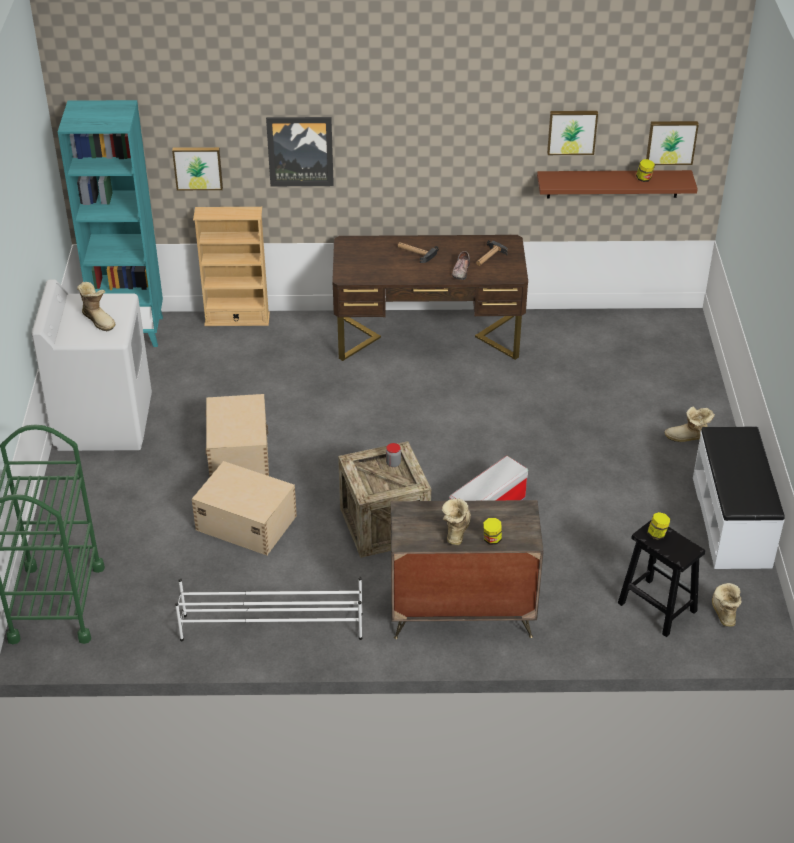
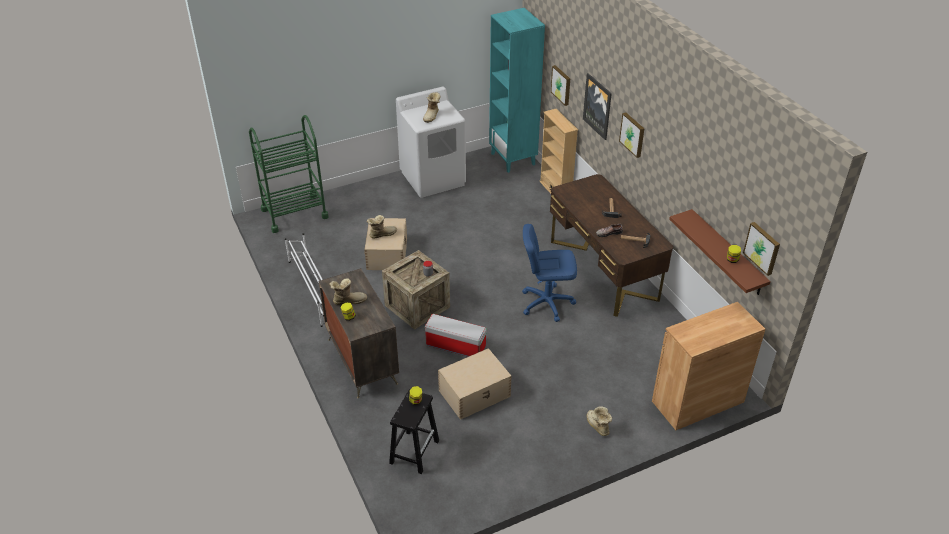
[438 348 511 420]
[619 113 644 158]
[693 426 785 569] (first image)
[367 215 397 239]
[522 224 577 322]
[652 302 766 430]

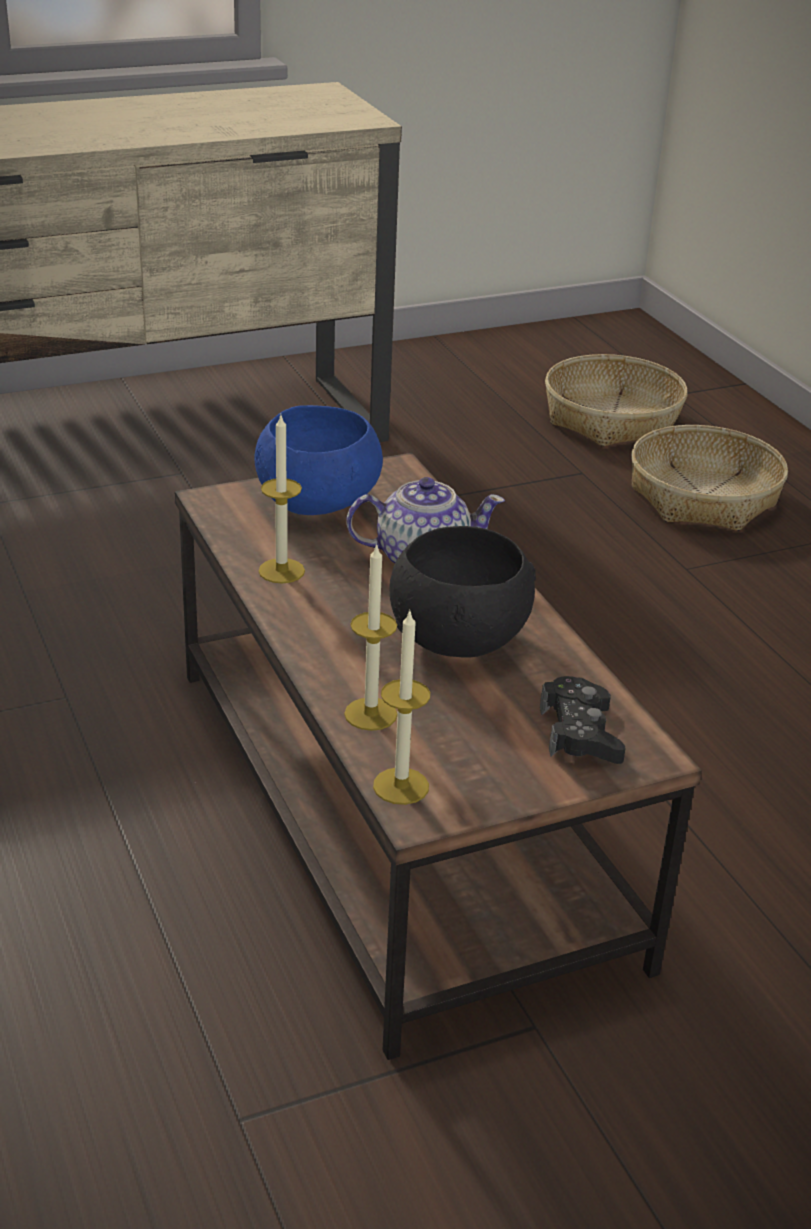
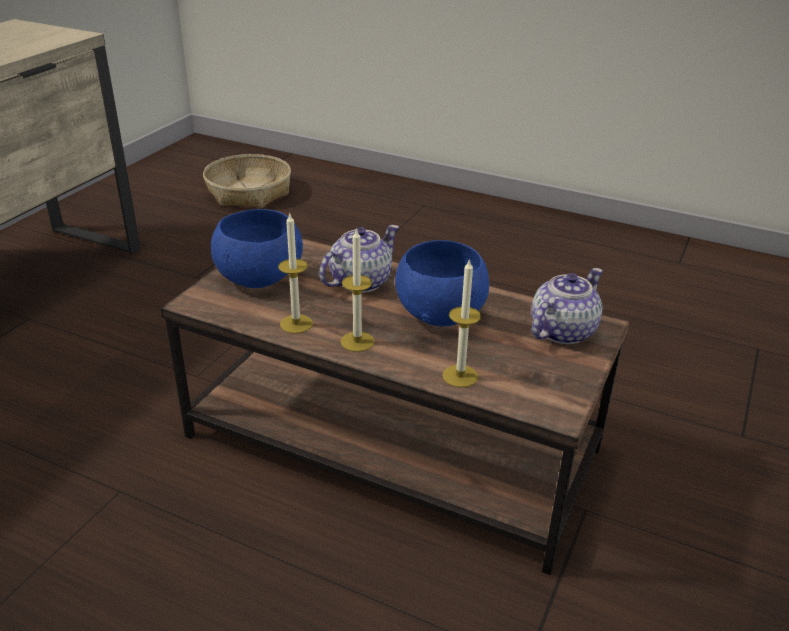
[341 228 374 352]
[395 240 489 327]
[531 268 603 344]
[631 425 788 531] (first image)

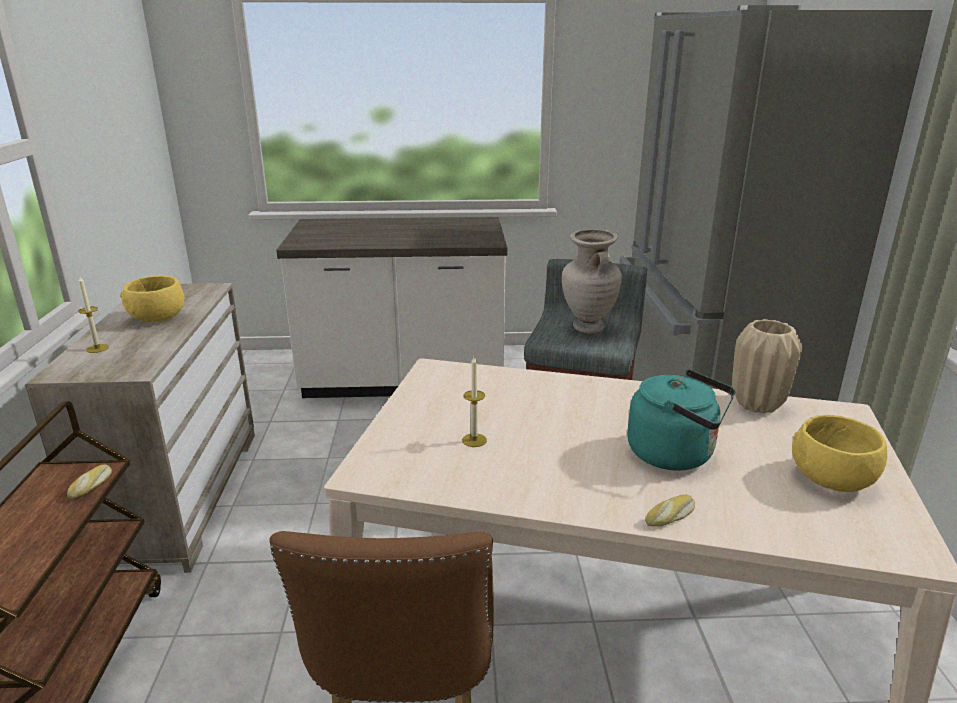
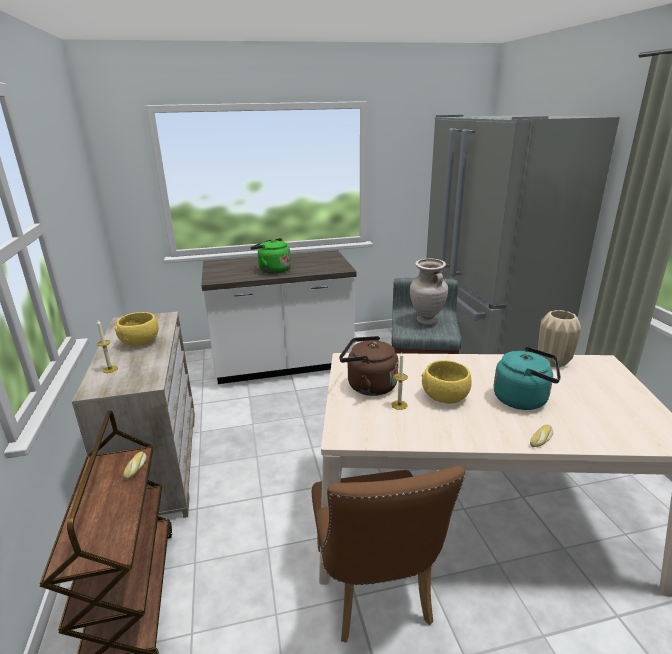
[422 360 472 404]
[250 238 291 274]
[339 336 399 396]

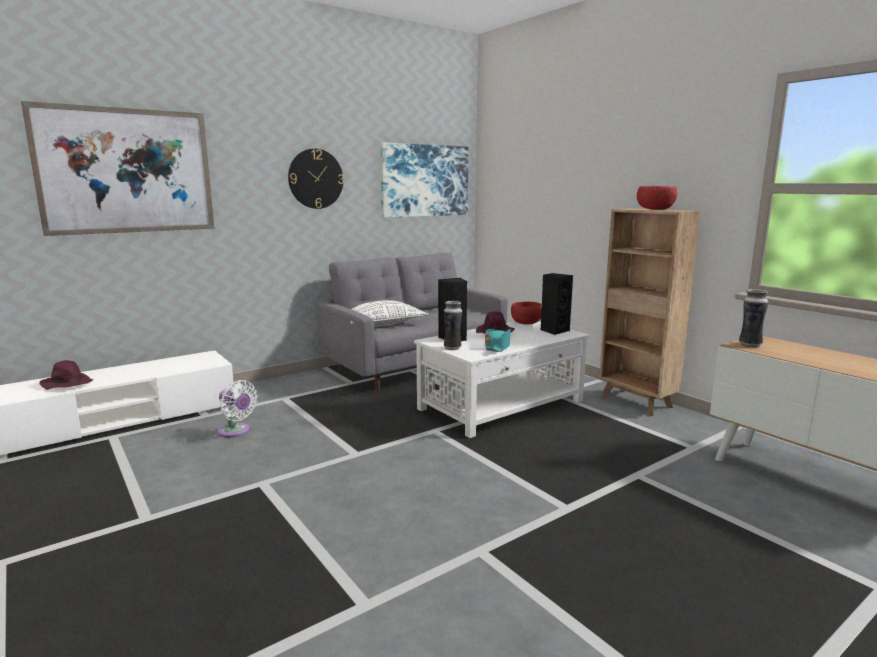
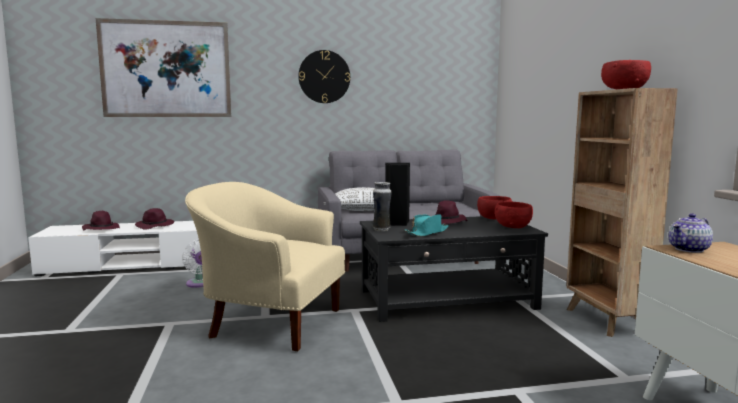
[380 142 469 218] (first image)
[360 216 548 322]
[495 202 533 228]
[669 213 713 253]
[135 208 174 230]
[185 182 345 351]

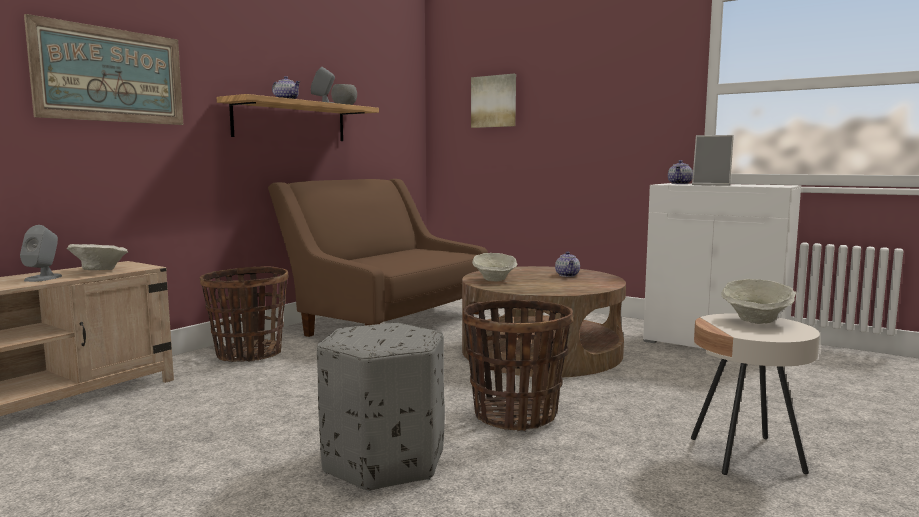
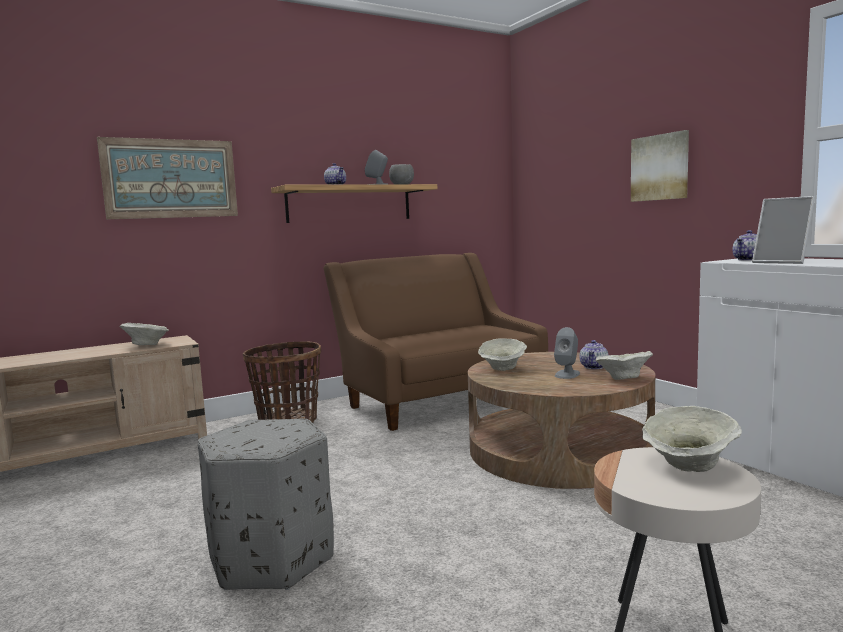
[554 327 580 379]
[463 300 574 431] (first image)
[631 130 689 202]
[595 351 653 380]

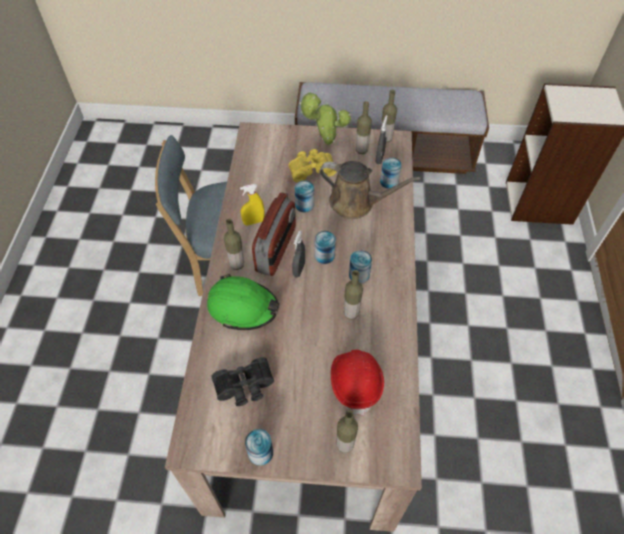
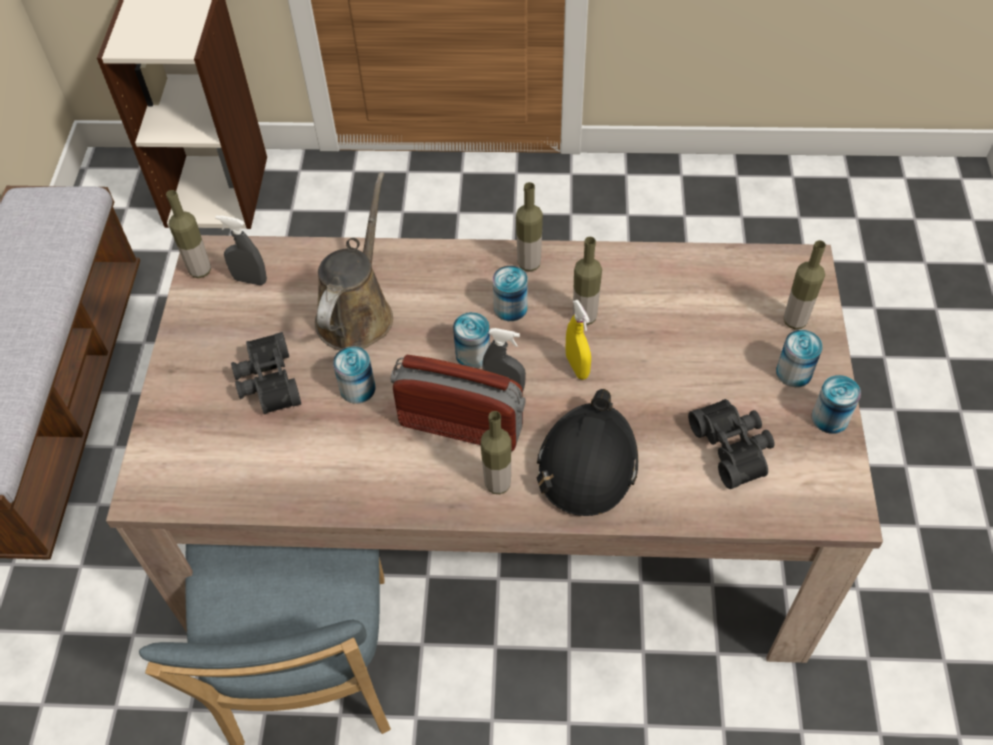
[536 389 638 516]
[566 300 591 380]
[231 332 301 414]
[299 92 351 145] (first image)
[331 350 384 416] (first image)
[516 182 543 272]
[776 330 823 387]

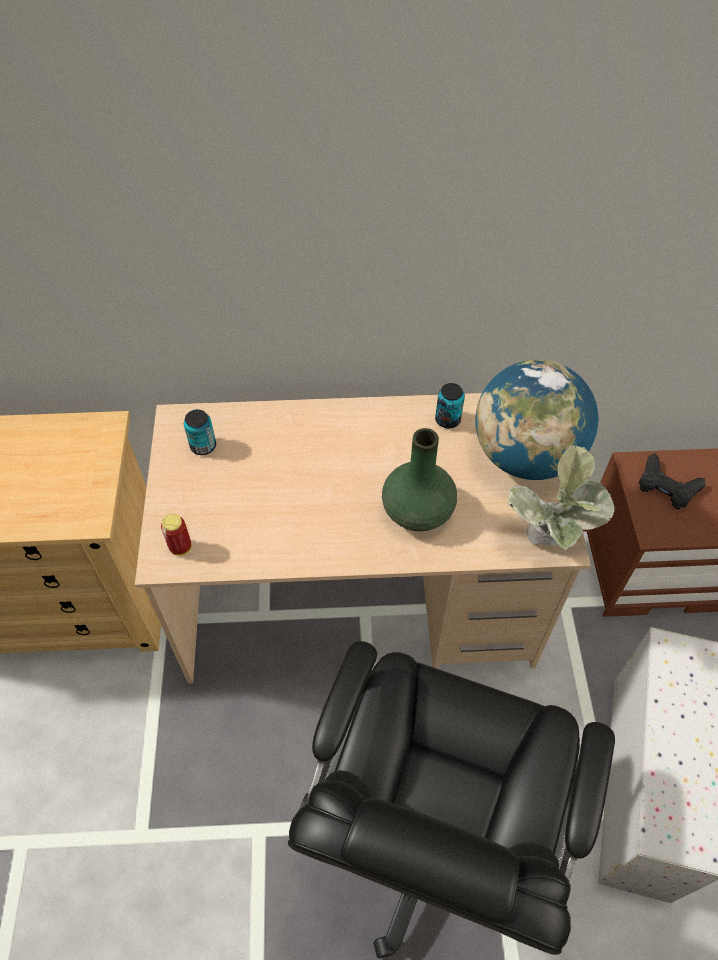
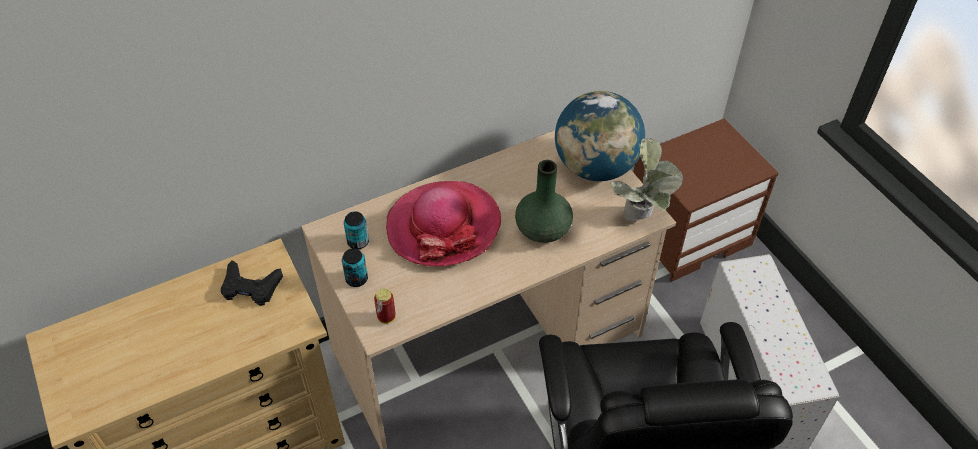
[342 248 368 287]
[221 261 283 306]
[386 181 501 267]

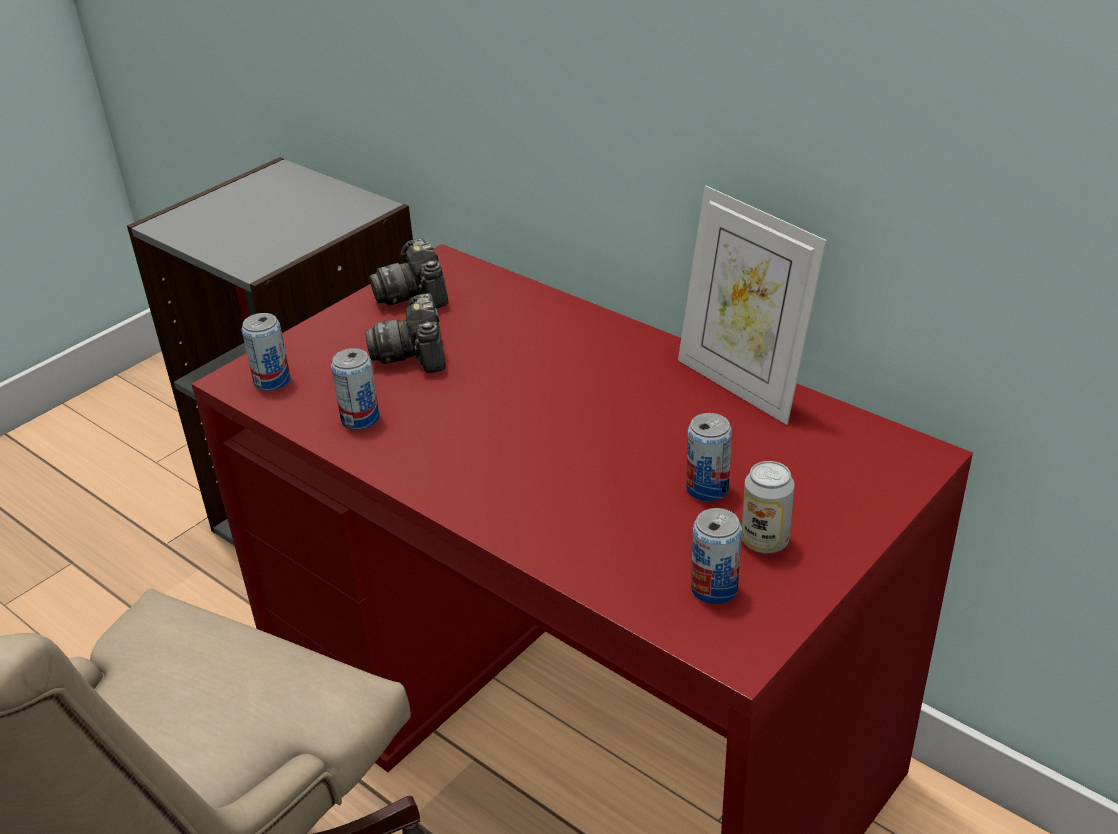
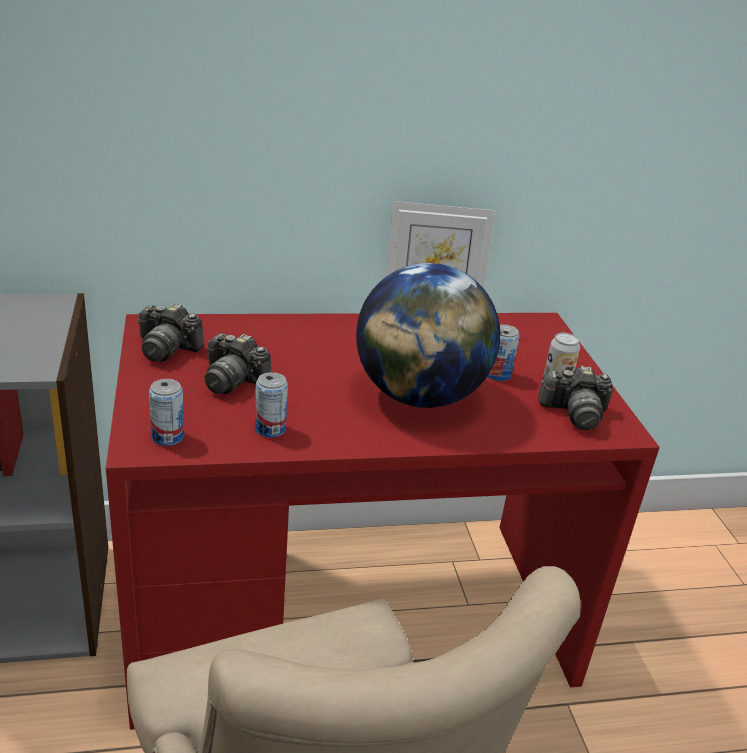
[539 366 613 430]
[356 263 500 408]

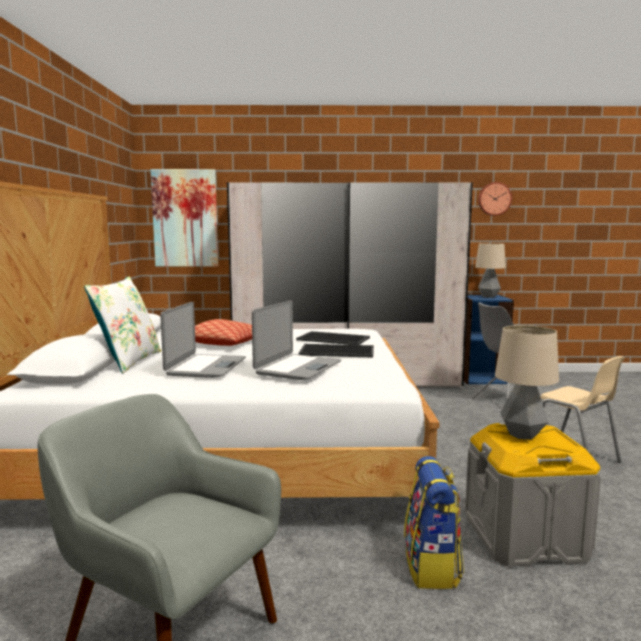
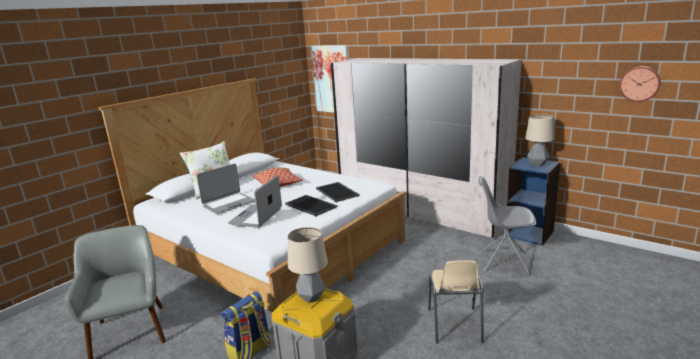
[228 175 282 228]
[619 66 661 102]

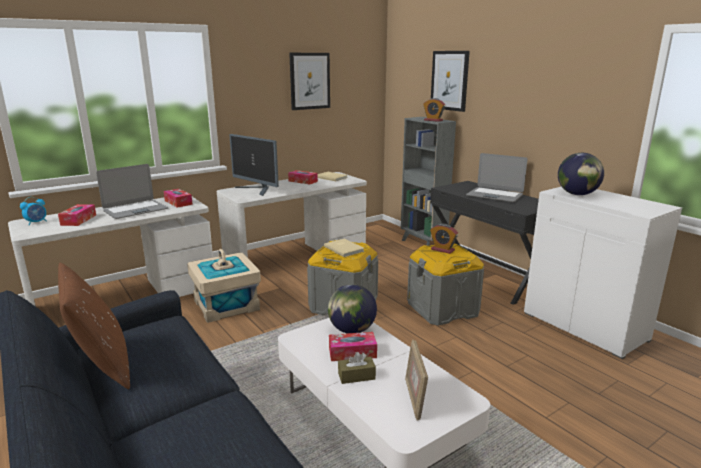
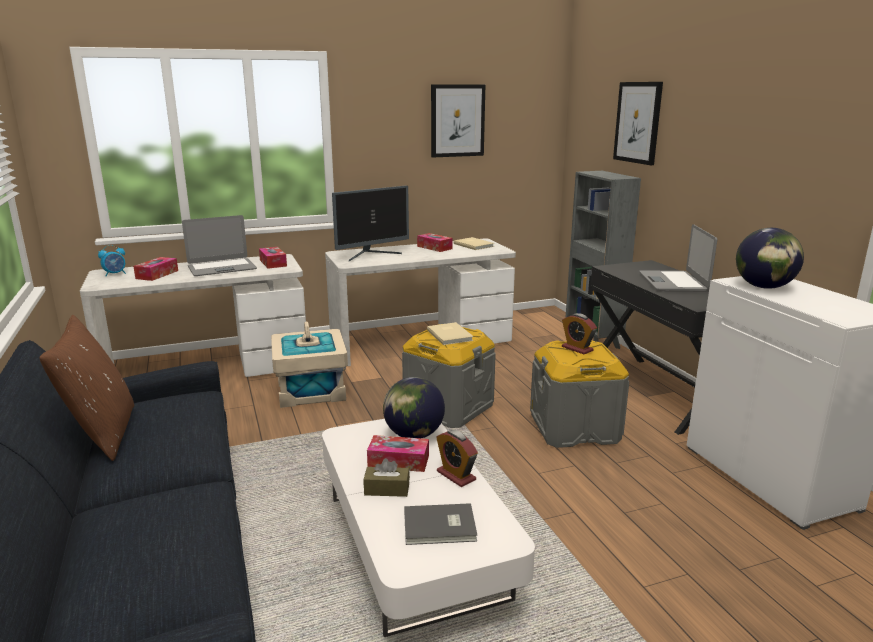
[332 186 409 261]
[404 503 477 545]
[436 430 478 487]
[639 224 717 292]

